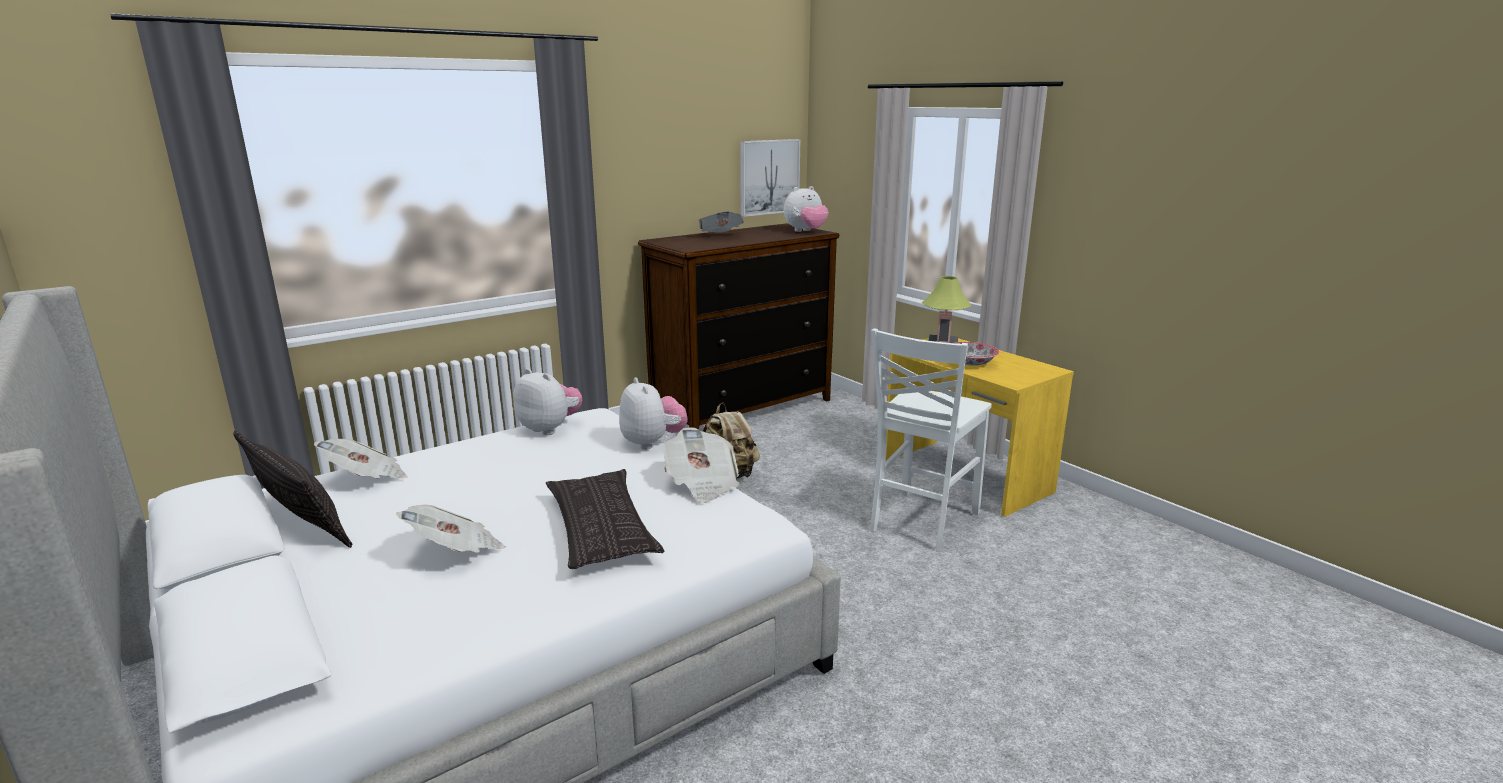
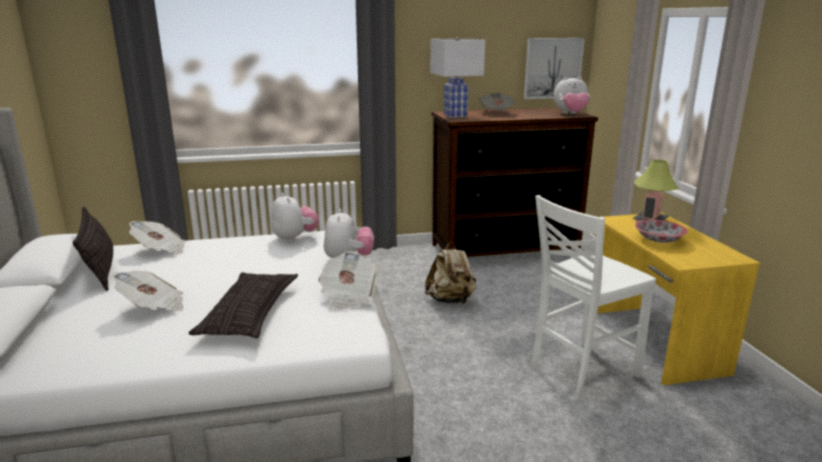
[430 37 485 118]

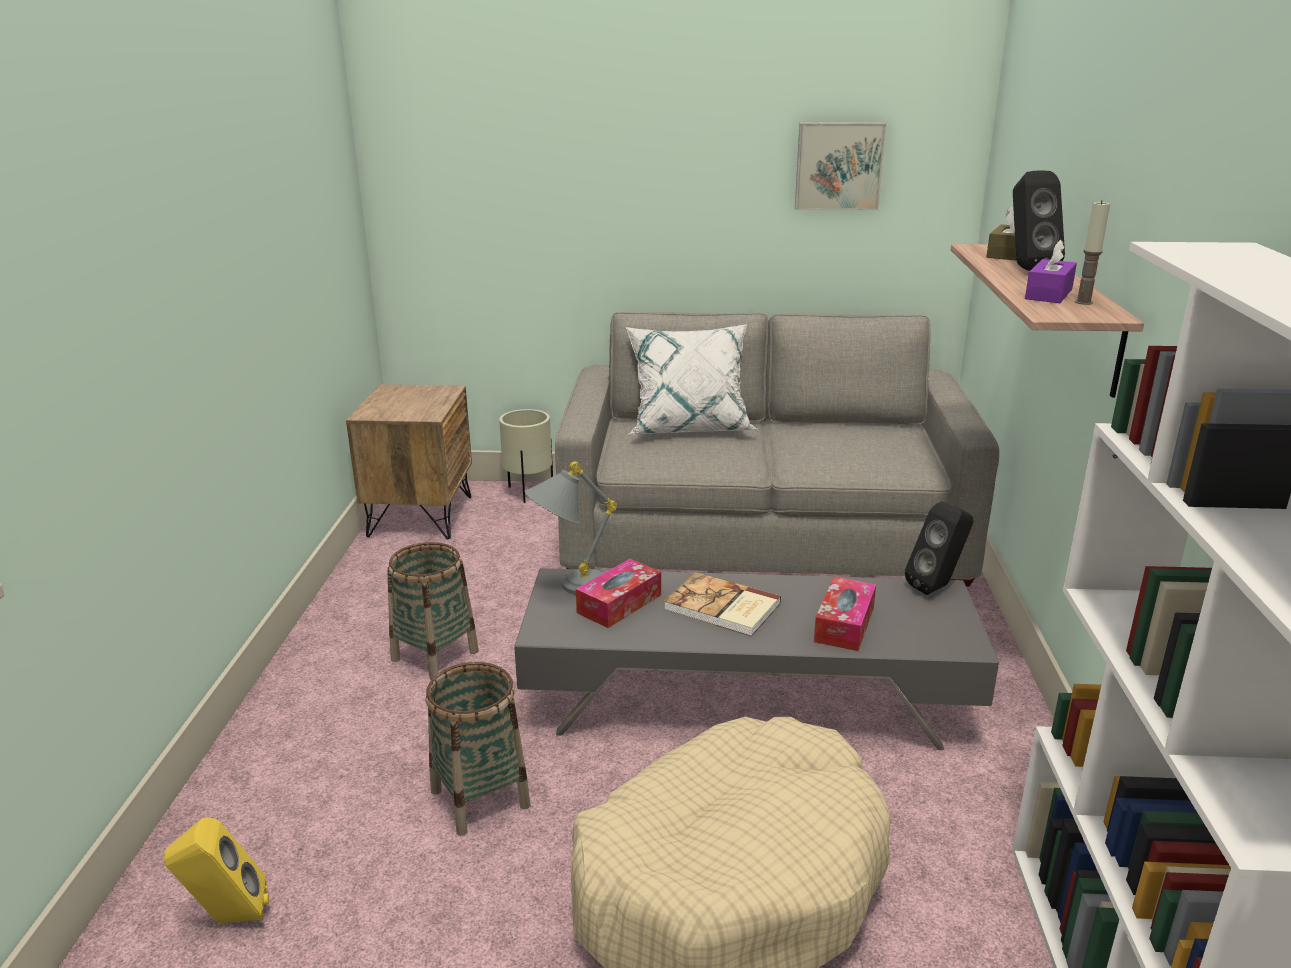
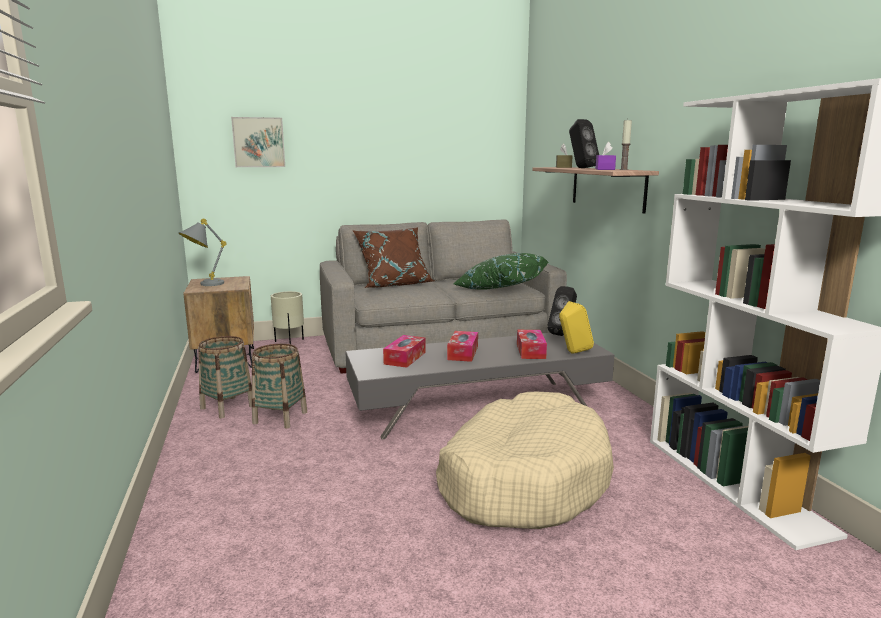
[559 301 594 354]
[198 336 252 418]
[179 219 227 286]
[352 227 434 288]
[447 331 478 362]
[231 117 285 167]
[454 253 548 290]

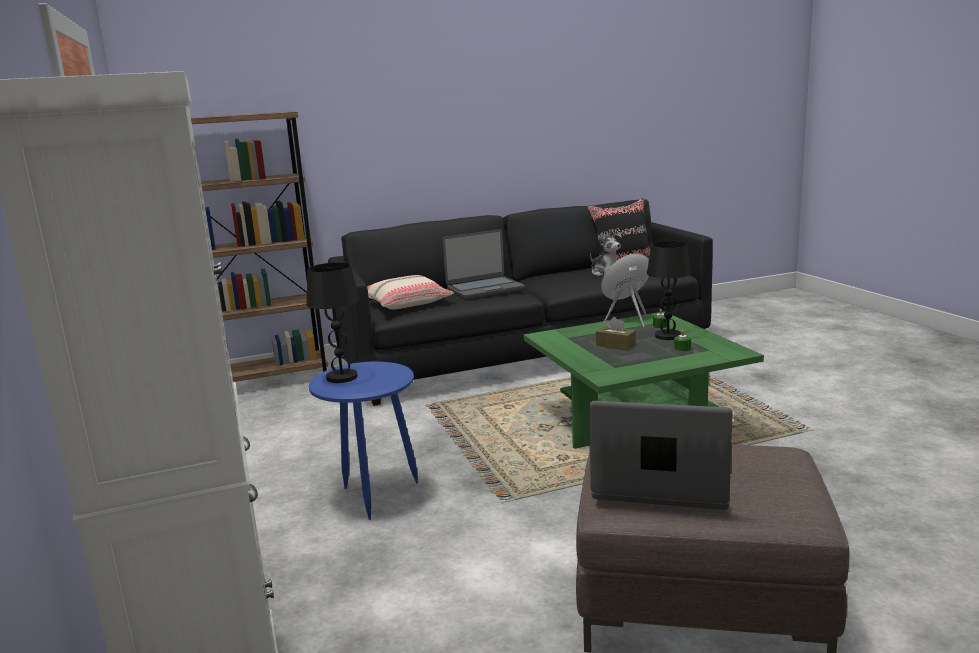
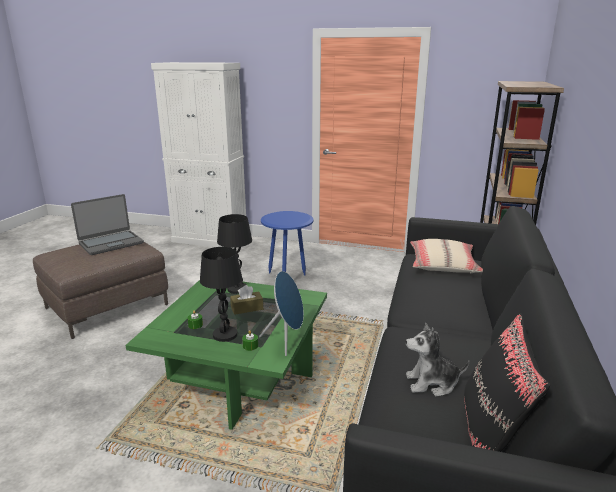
[217 214 252 294]
[442 229 525 299] (first image)

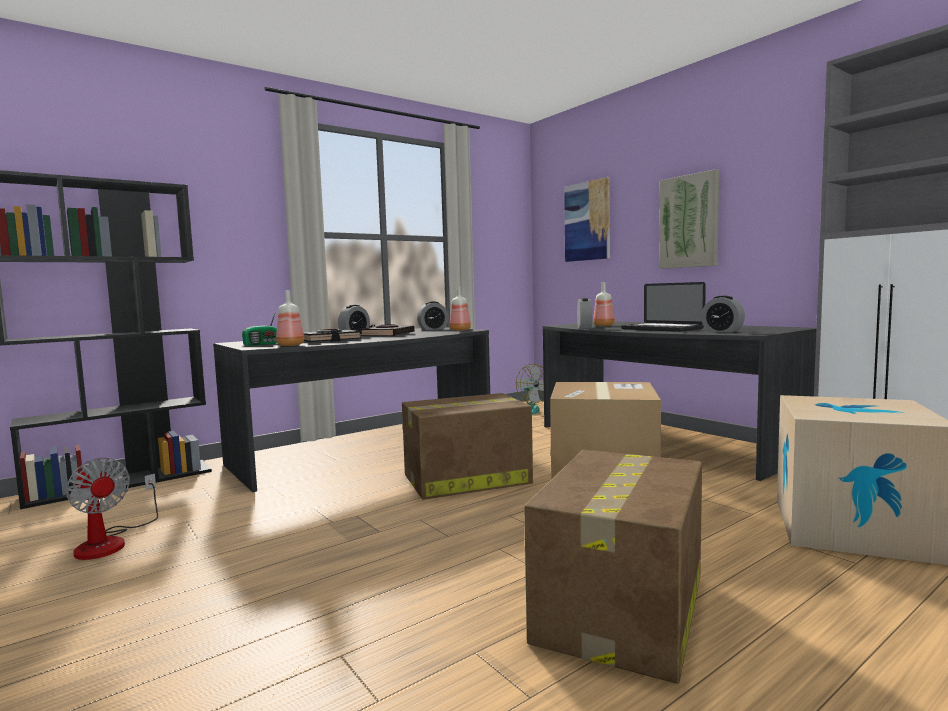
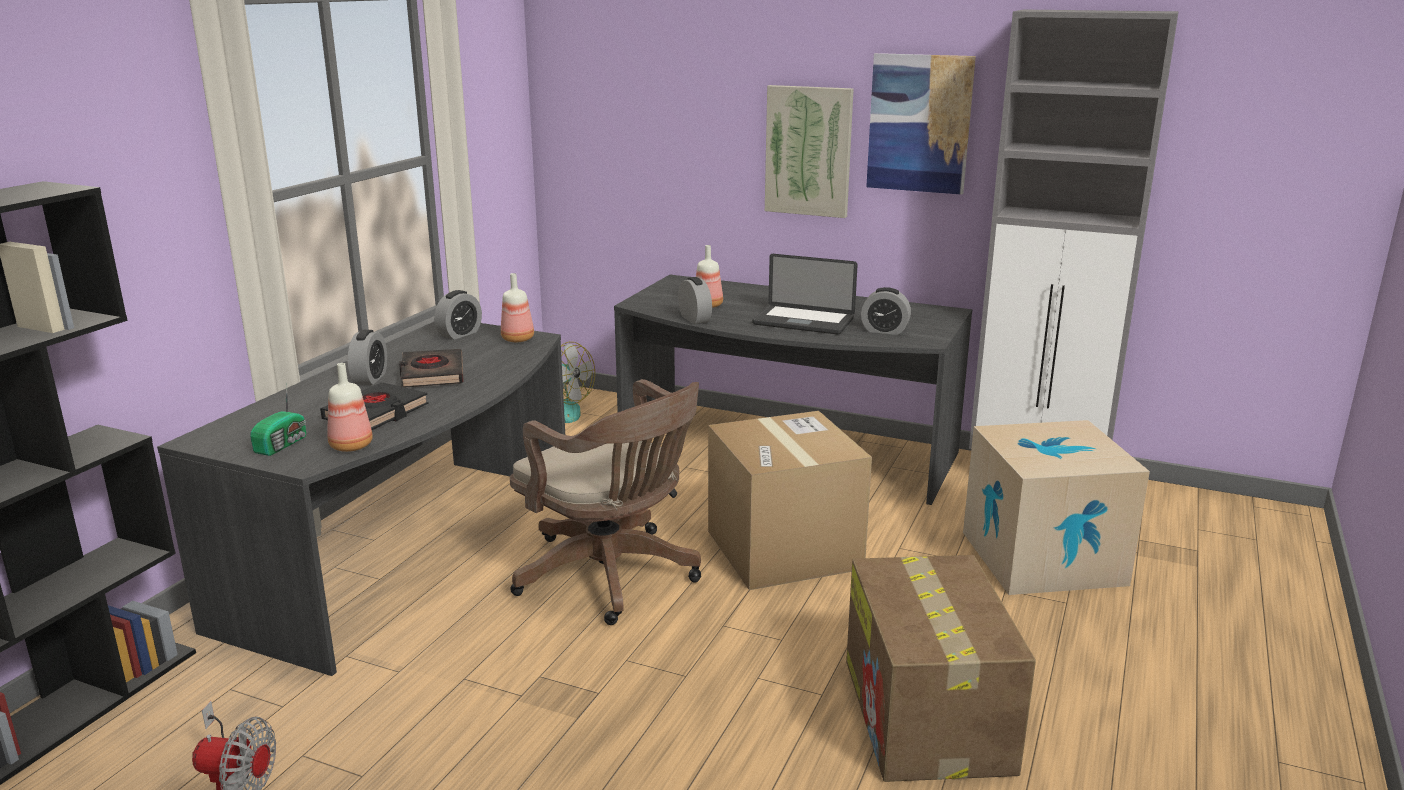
[510 379 701 625]
[866 53 976 195]

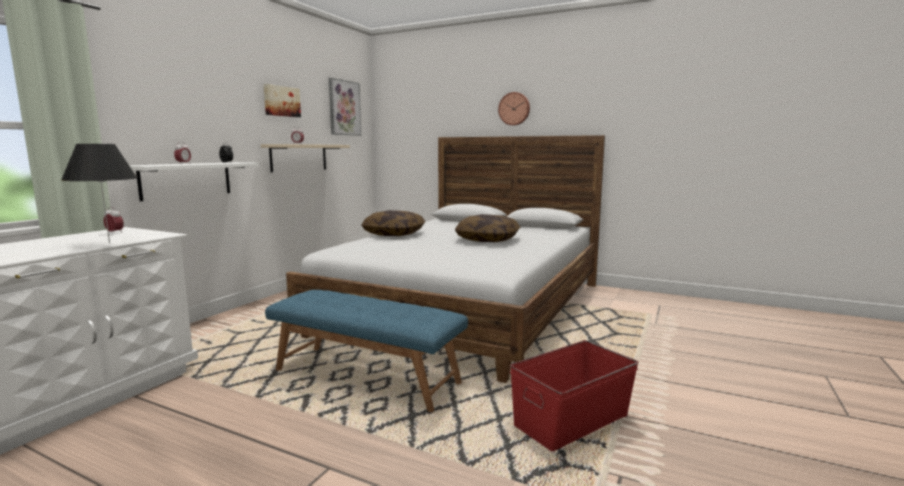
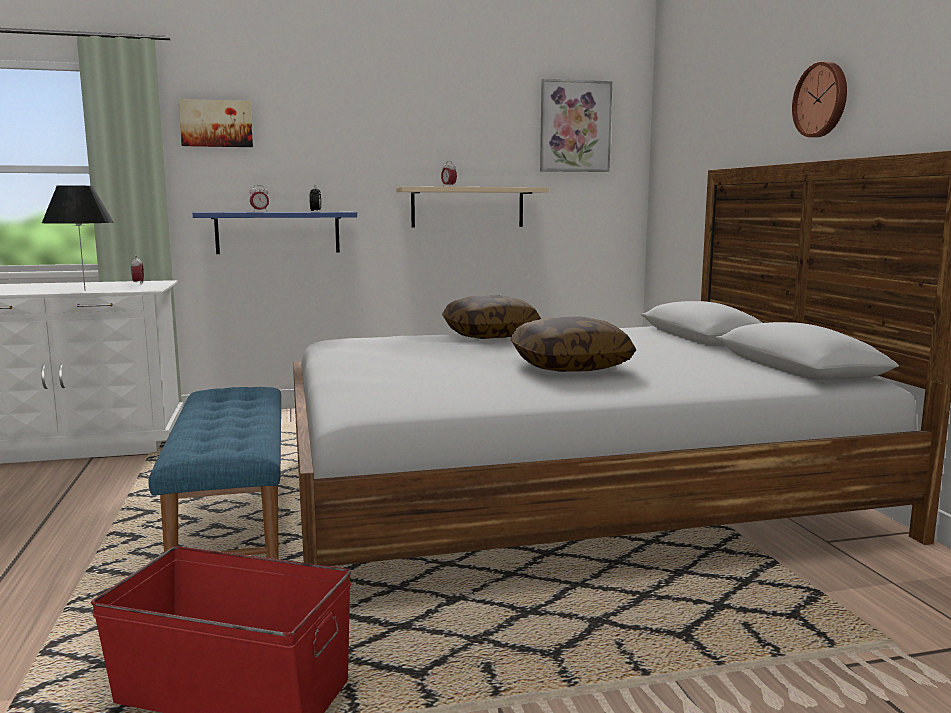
[193 212 357 254]
[178 99 253 147]

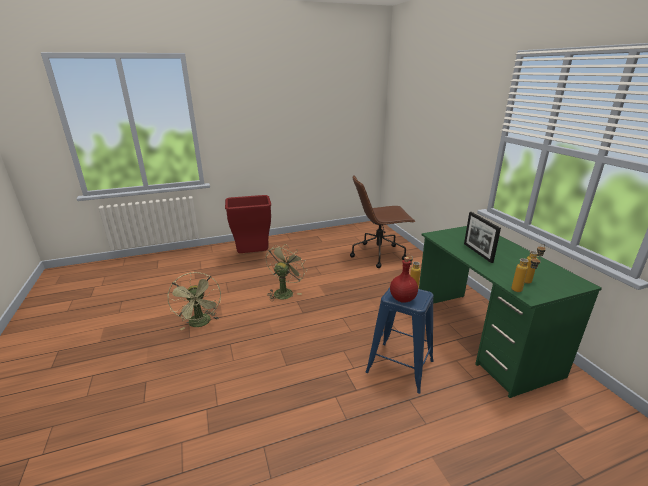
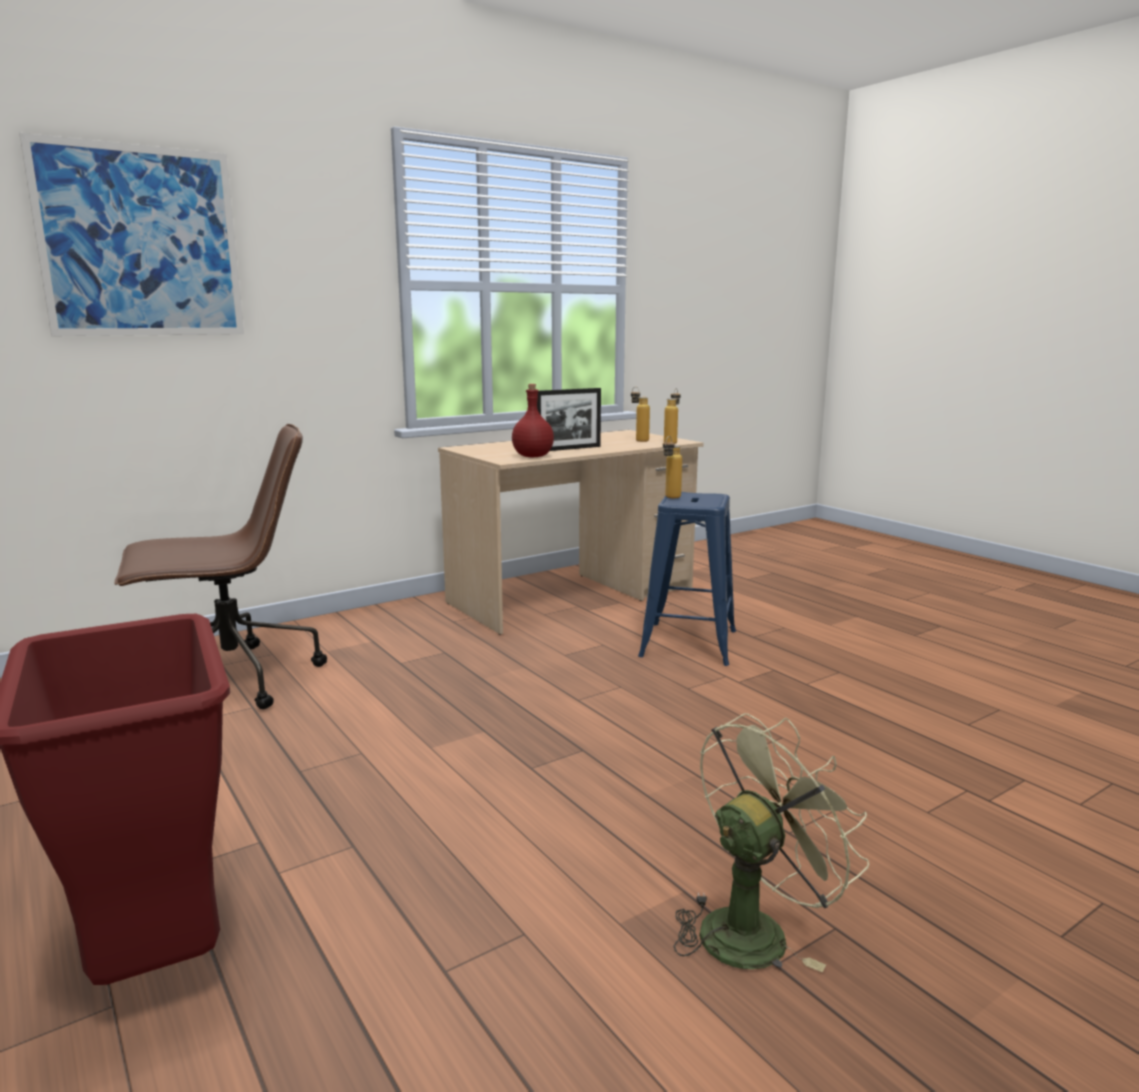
[266 244 306 301] (first image)
[115 424 327 709]
[512 384 554 458]
[438 430 704 635]
[19 133 244 336]

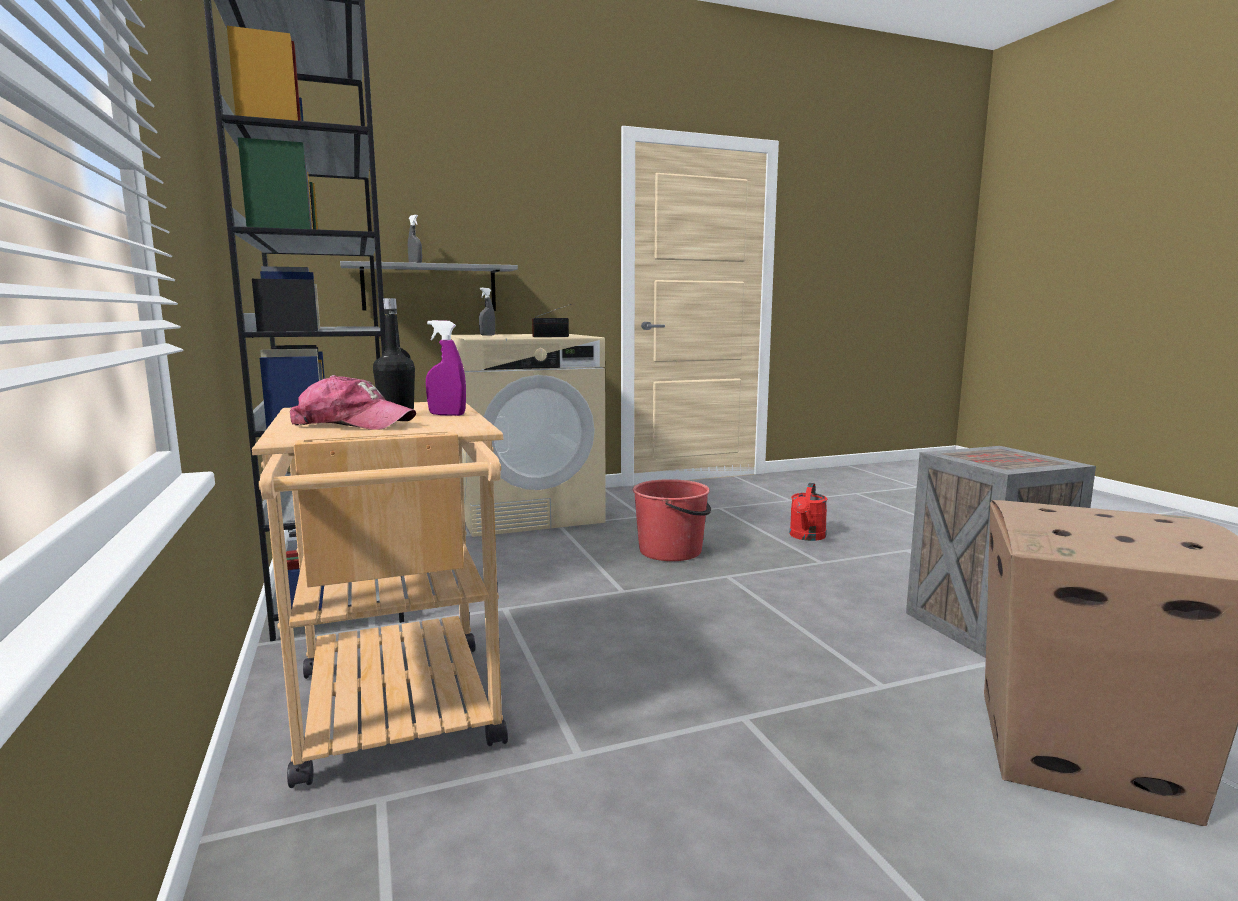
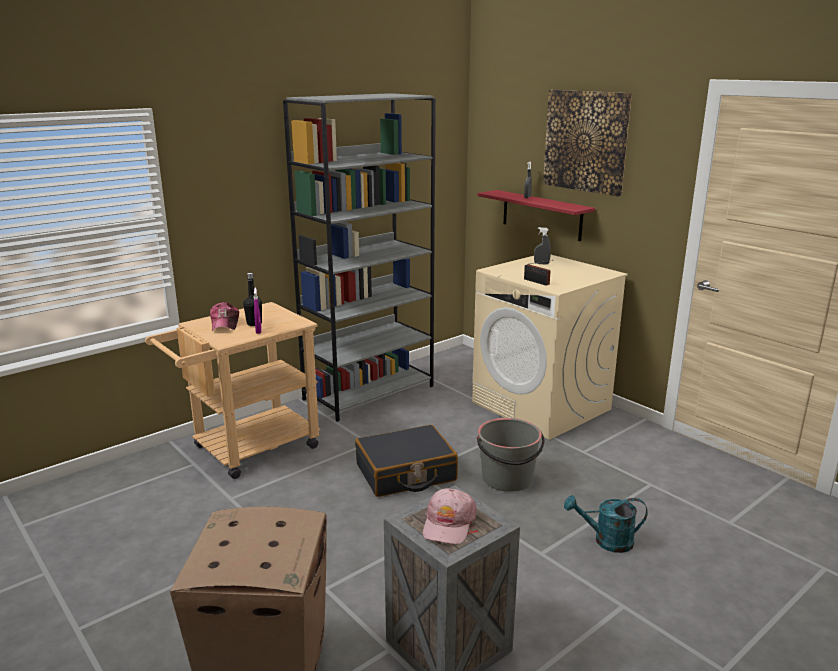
[477 190 595 241]
[477 418 545 492]
[564 495 648 553]
[355 425 458 497]
[423 488 477 544]
[543 90 632 196]

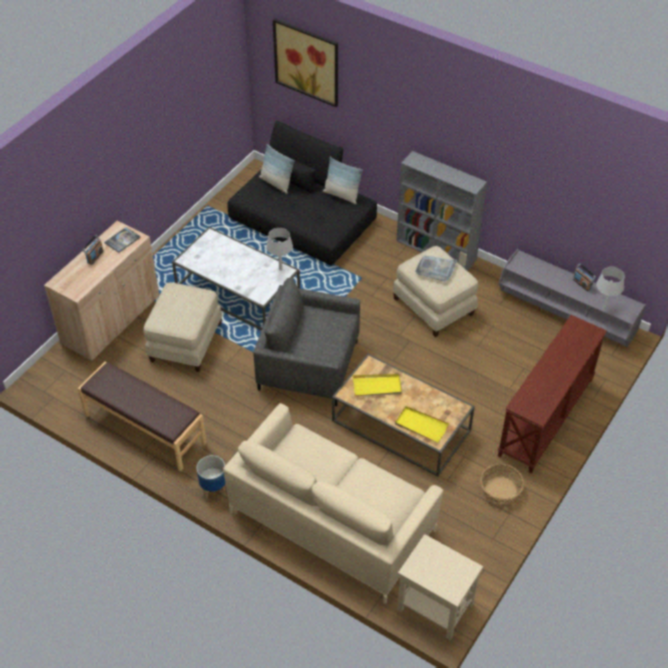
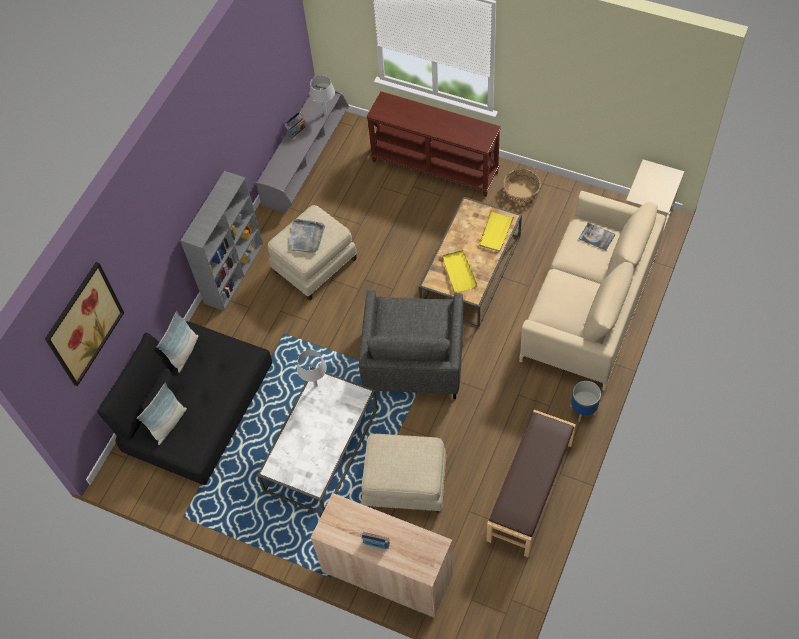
[579 223 615 250]

